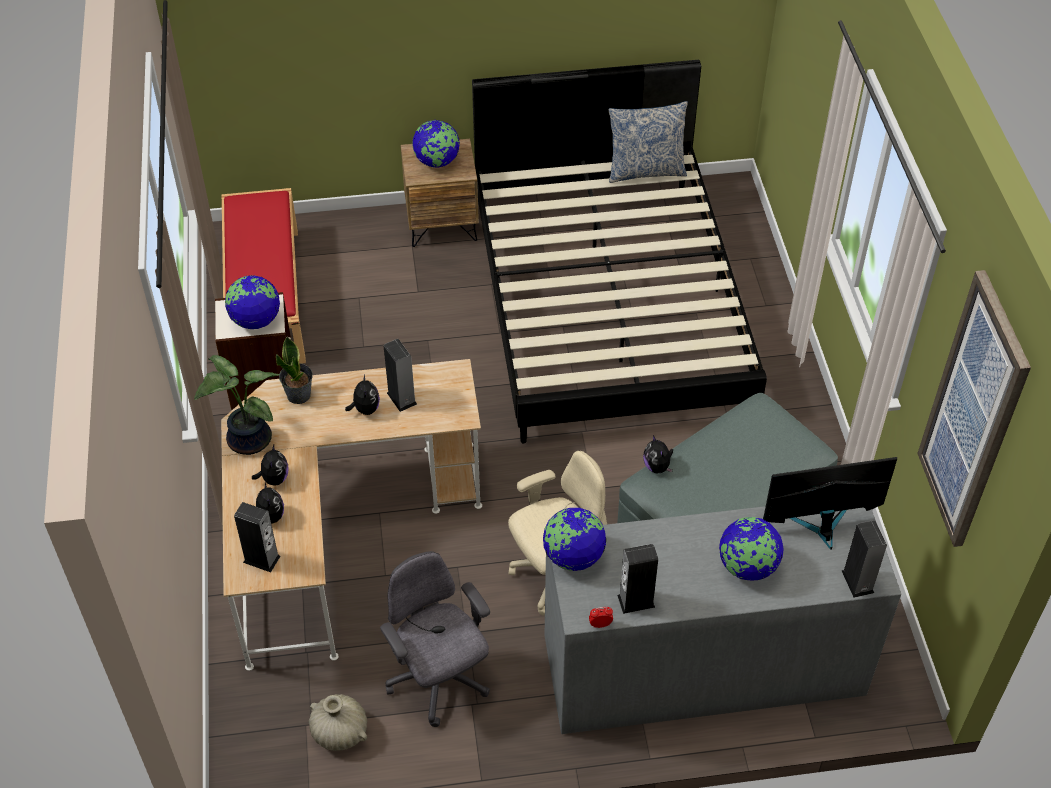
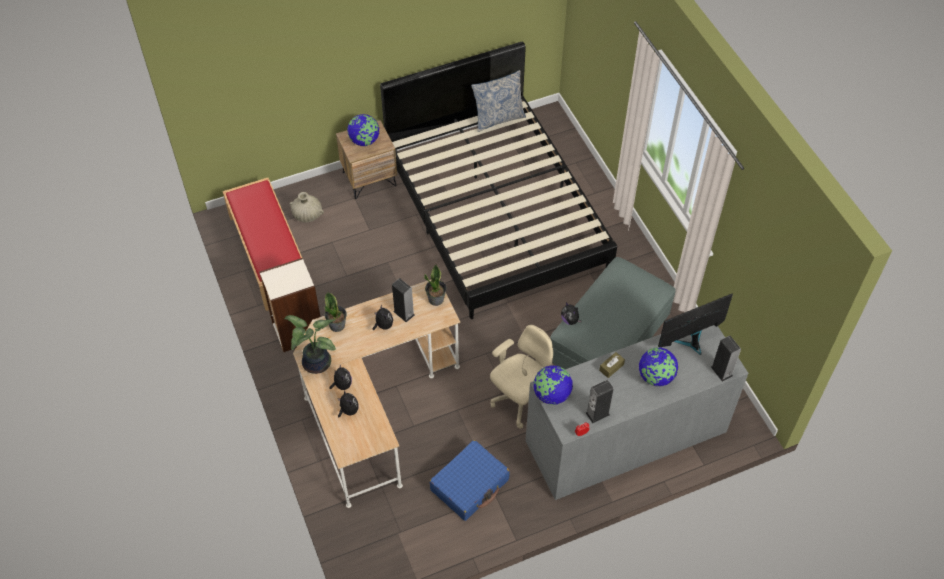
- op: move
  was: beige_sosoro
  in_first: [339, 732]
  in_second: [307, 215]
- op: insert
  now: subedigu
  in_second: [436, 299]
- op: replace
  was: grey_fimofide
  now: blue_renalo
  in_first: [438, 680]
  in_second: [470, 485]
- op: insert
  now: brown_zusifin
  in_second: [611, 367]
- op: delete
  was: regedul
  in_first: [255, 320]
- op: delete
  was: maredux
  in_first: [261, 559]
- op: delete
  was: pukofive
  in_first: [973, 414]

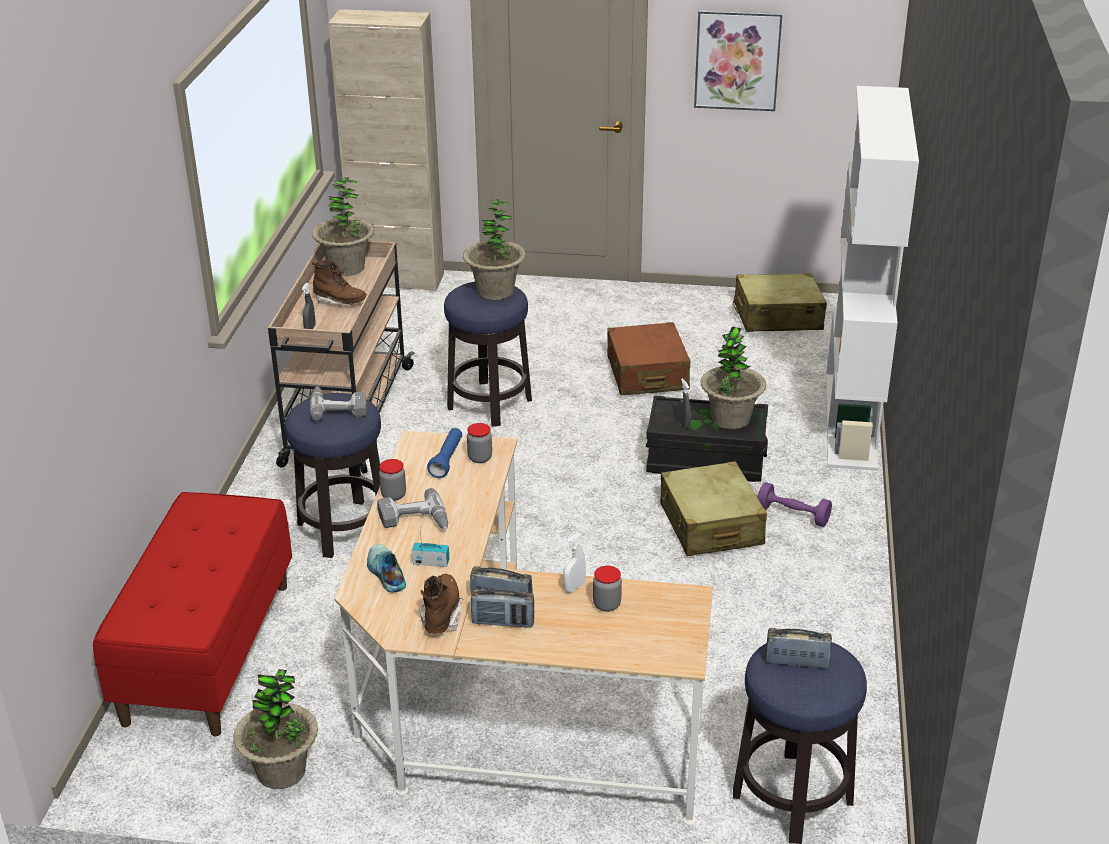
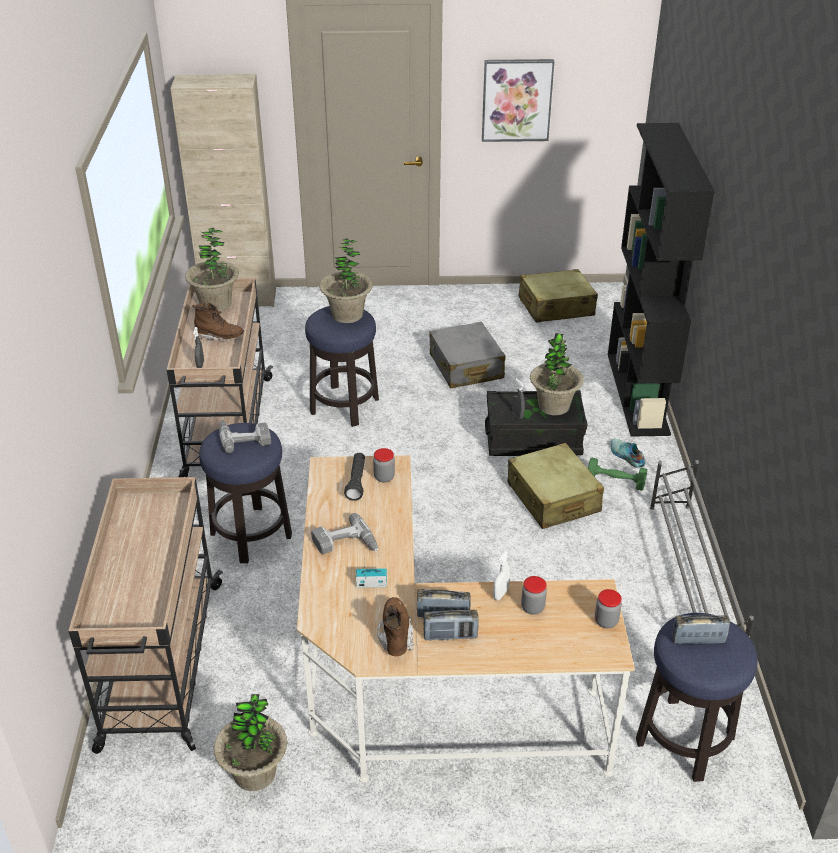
- op: replace
  was: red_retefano
  now: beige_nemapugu
  in_first: [207, 651]
  in_second: [161, 665]
- op: recolor
  was: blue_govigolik
  now: black_govigolik
  in_first: [447, 460]
  in_second: [356, 482]
- op: recolor
  was: brown_renalo
  now: grey_renalo
  in_first: [647, 374]
  in_second: [466, 367]
- op: recolor
  was: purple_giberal
  now: green_giberal
  in_first: [793, 515]
  in_second: [615, 482]
- op: move
  was: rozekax
  in_first: [393, 495]
  in_second: [606, 621]
- op: recolor
  was: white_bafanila
  now: black_bafanila
  in_first: [852, 421]
  in_second: [638, 393]
- op: move
  was: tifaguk
  in_first: [385, 573]
  in_second: [626, 456]
- op: insert
  now: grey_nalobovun
  in_second: [691, 581]

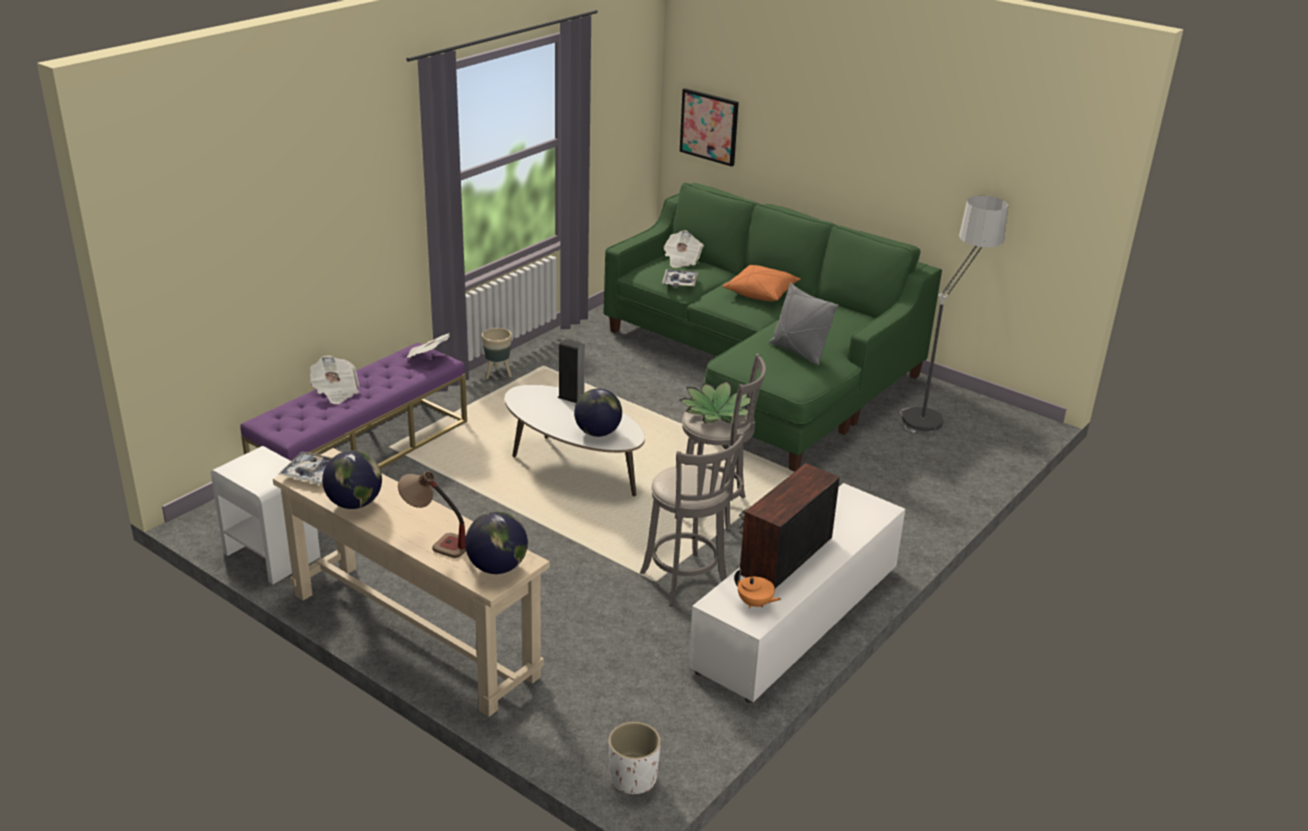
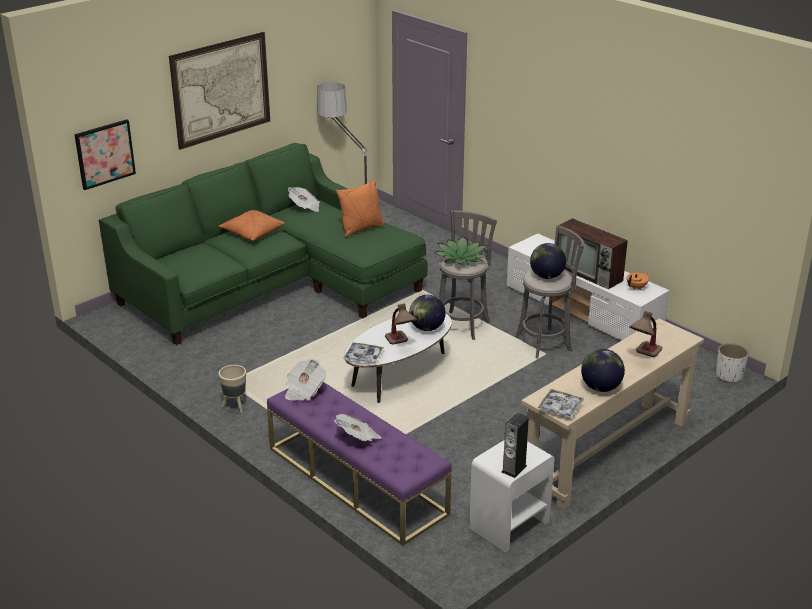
- op: insert
  now: pukofive
  in_second: [221, 89]
- op: move
  was: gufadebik
  in_first: [682, 260]
  in_second: [305, 207]
- op: recolor
  was: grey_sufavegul
  now: orange_sufavegul
  in_first: [799, 352]
  in_second: [361, 229]
- op: move
  was: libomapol
  in_first: [679, 282]
  in_second: [363, 357]
- op: insert
  now: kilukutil
  in_second: [401, 344]
- op: move
  was: maredux
  in_first: [571, 397]
  in_second: [514, 469]
- op: move
  was: regedul
  in_first: [497, 567]
  in_second: [546, 276]

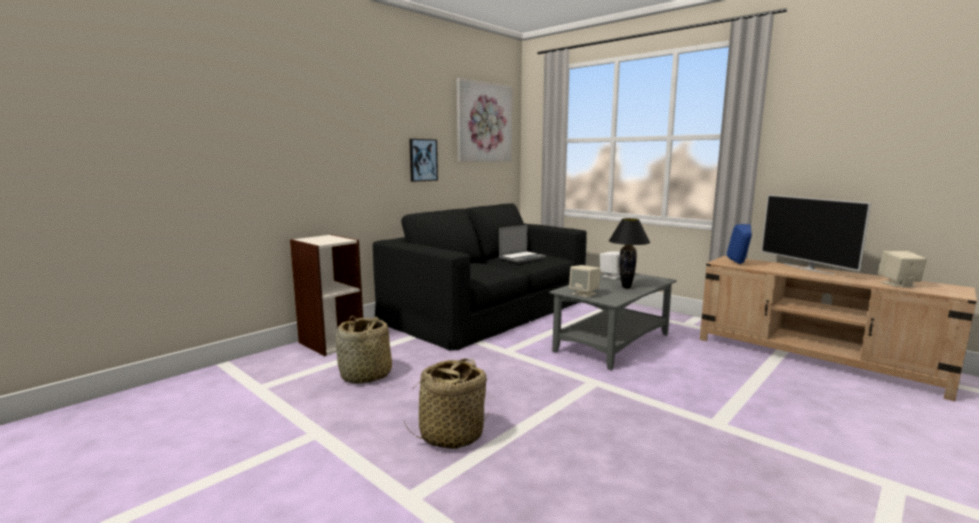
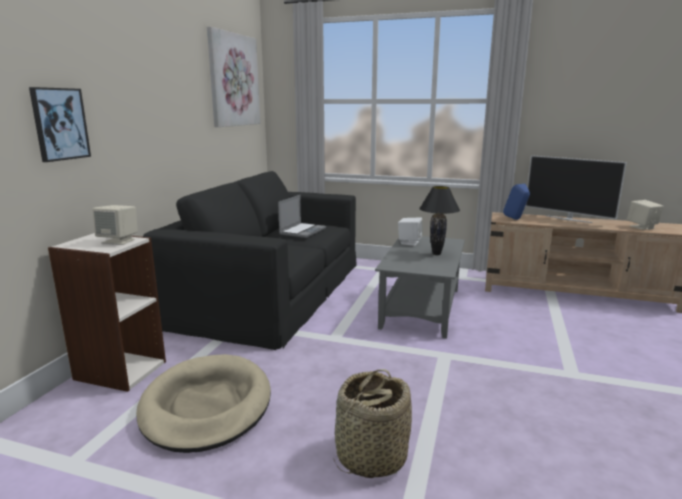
- op: move
  was: pukofive
  in_first: [423, 160]
  in_second: [60, 124]
- op: move
  was: beige_maredux
  in_first: [584, 294]
  in_second: [119, 241]
- op: replace
  was: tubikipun
  now: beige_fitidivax
  in_first: [365, 375]
  in_second: [206, 406]

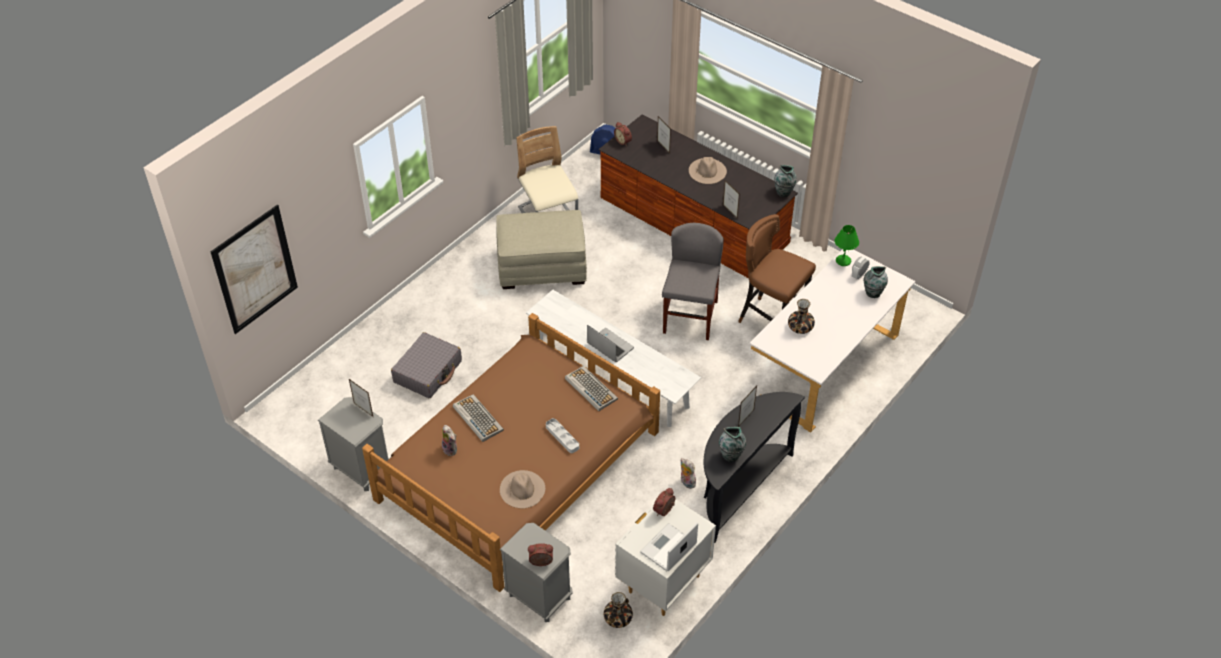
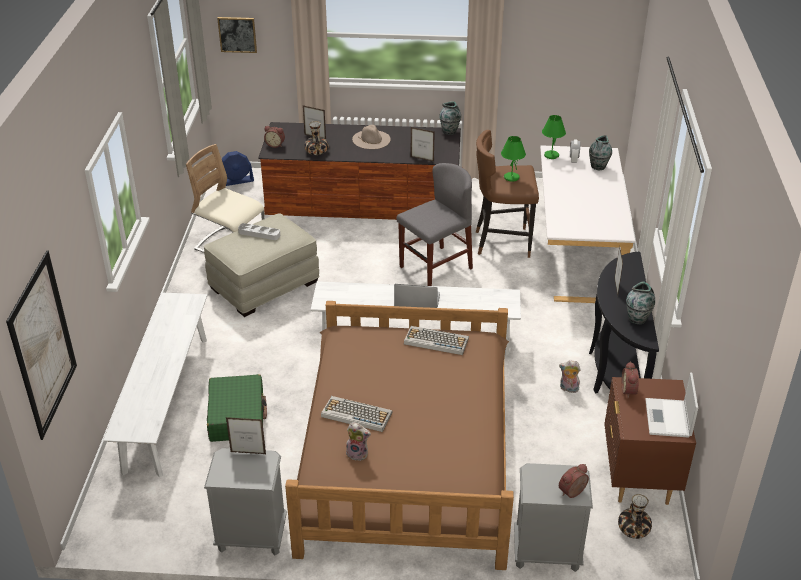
- op: insert
  now: white_retefano
  in_second: [166, 402]
- op: recolor
  was: grey_renalo
  now: green_renalo
  in_first: [428, 372]
  in_second: [237, 416]
- op: insert
  now: pukofive
  in_second: [237, 34]
- op: move
  was: grey_libomapol
  in_first: [562, 437]
  in_second: [259, 234]
- op: move
  was: sosoro
  in_first: [800, 327]
  in_second: [316, 152]
- op: rotate
  was: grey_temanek
  in_first: [690, 317]
  in_second: [435, 267]
  clockwise: 75
- op: insert
  now: green_kilukutil
  in_second: [511, 177]
- op: recolor
  was: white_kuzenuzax
  now: brown_kuzenuzax
  in_first: [663, 583]
  in_second: [638, 478]
- op: delete
  was: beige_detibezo
  in_first: [522, 489]

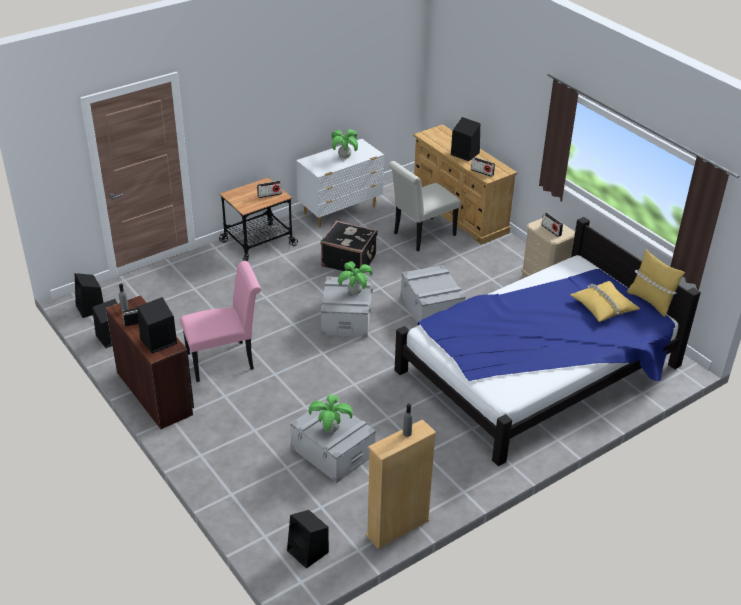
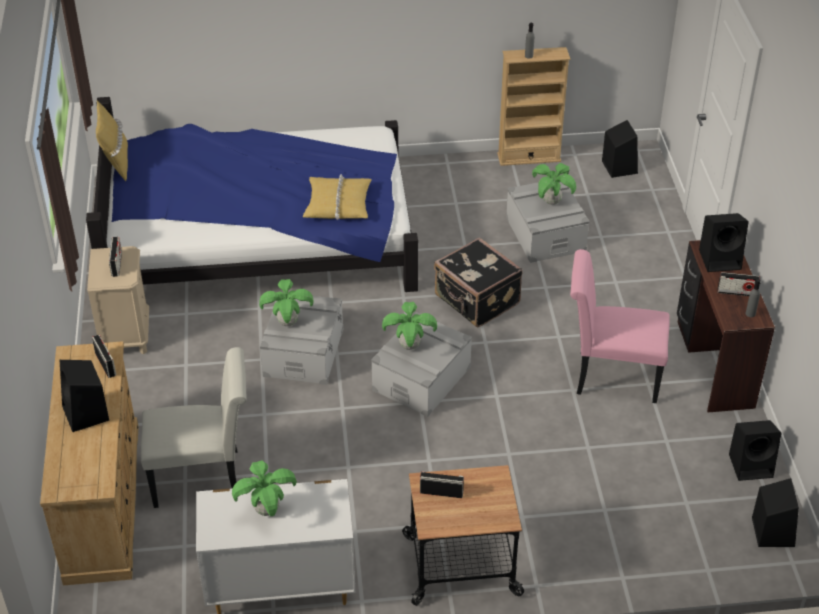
- op: insert
  now: subedigu
  in_second: [287, 322]
- op: move
  was: yellow_sufavegul
  in_first: [603, 306]
  in_second: [338, 204]
- op: move
  was: black_renalo
  in_first: [349, 260]
  in_second: [476, 301]

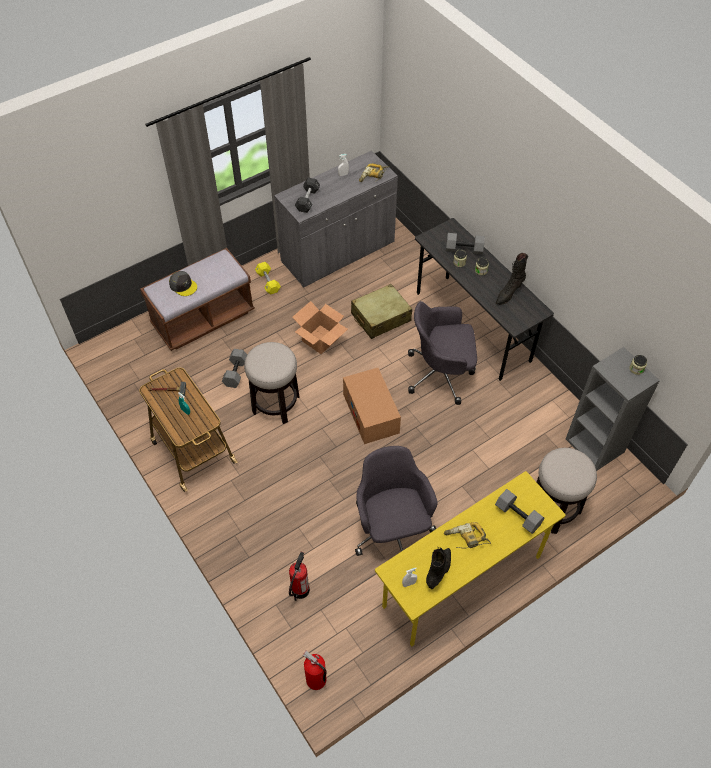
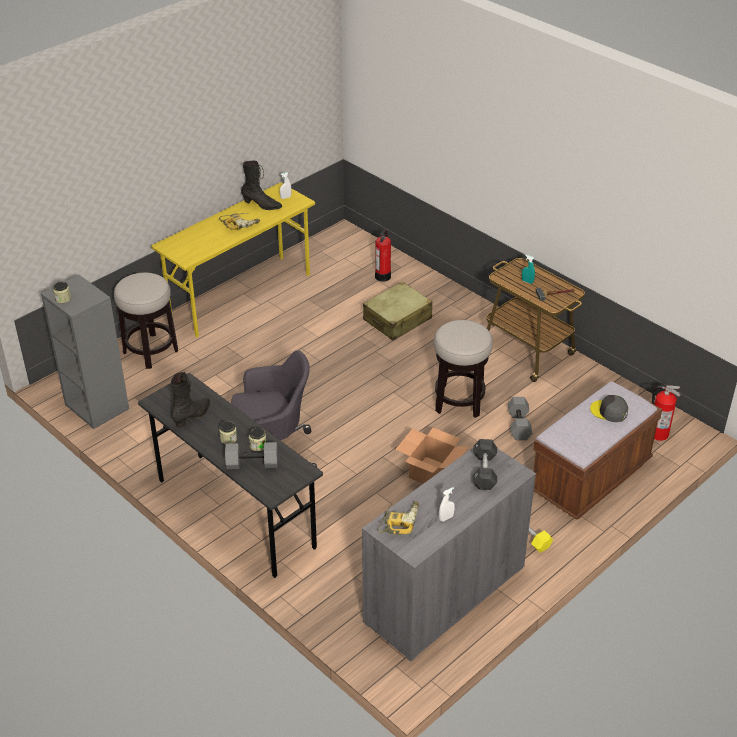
- op: rotate
  was: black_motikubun
  in_first: [439, 571]
  in_second: [262, 205]
  clockwise: -90
- op: move
  was: beige_renalo
  in_first: [380, 317]
  in_second: [397, 319]
- op: move
  was: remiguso
  in_first: [316, 680]
  in_second: [658, 433]
- op: delete
  was: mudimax
  in_first: [371, 413]
- op: delete
  was: grey_fimofide
  in_first: [392, 529]
- op: delete
  was: grey_giberal
  in_first: [518, 515]

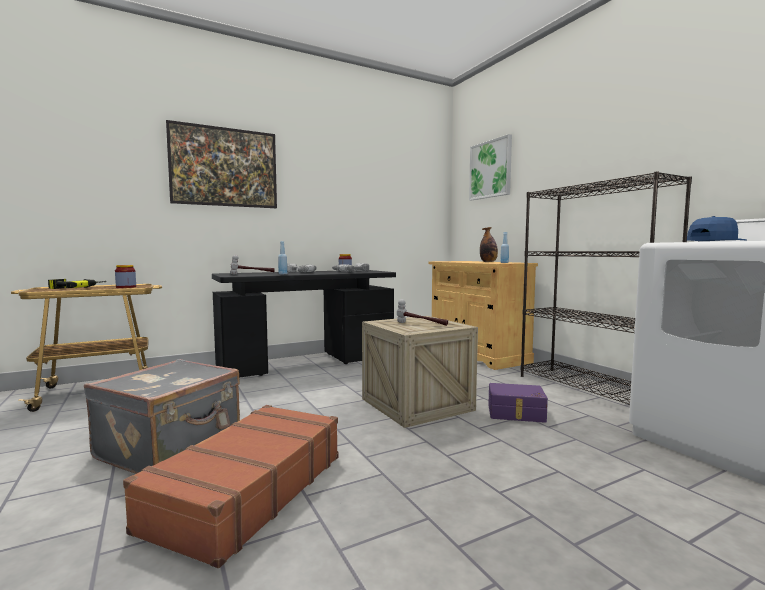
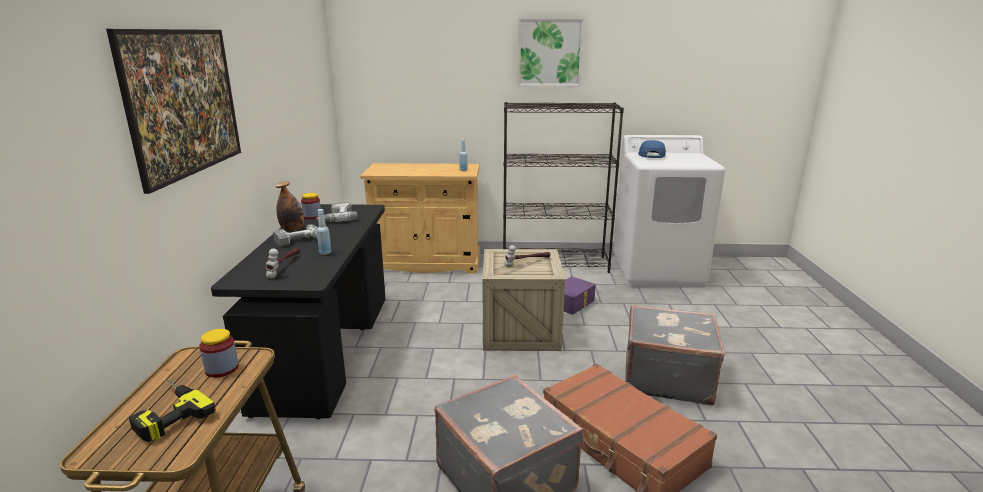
- op: move
  was: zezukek
  in_first: [488, 262]
  in_second: [292, 230]
- op: move
  was: pukofive
  in_first: [490, 169]
  in_second: [549, 53]
- op: insert
  now: grey_renalo
  in_second: [666, 377]

